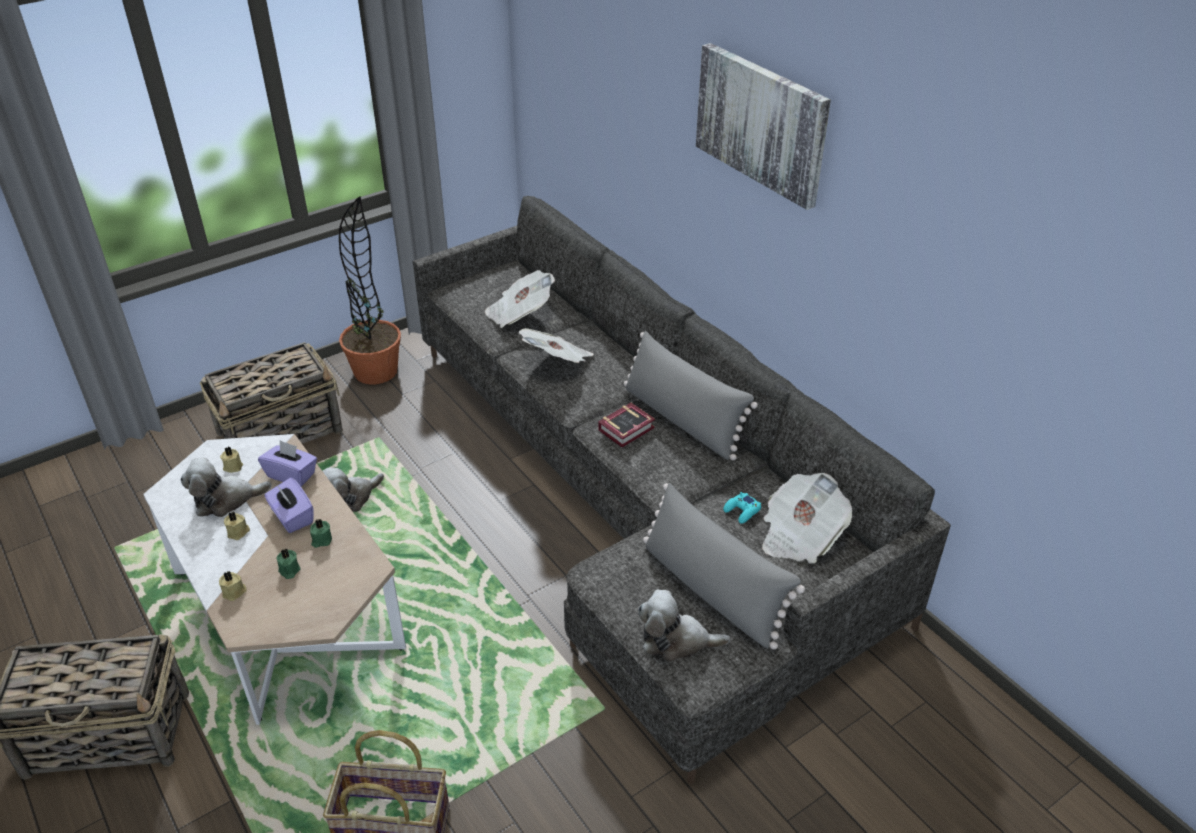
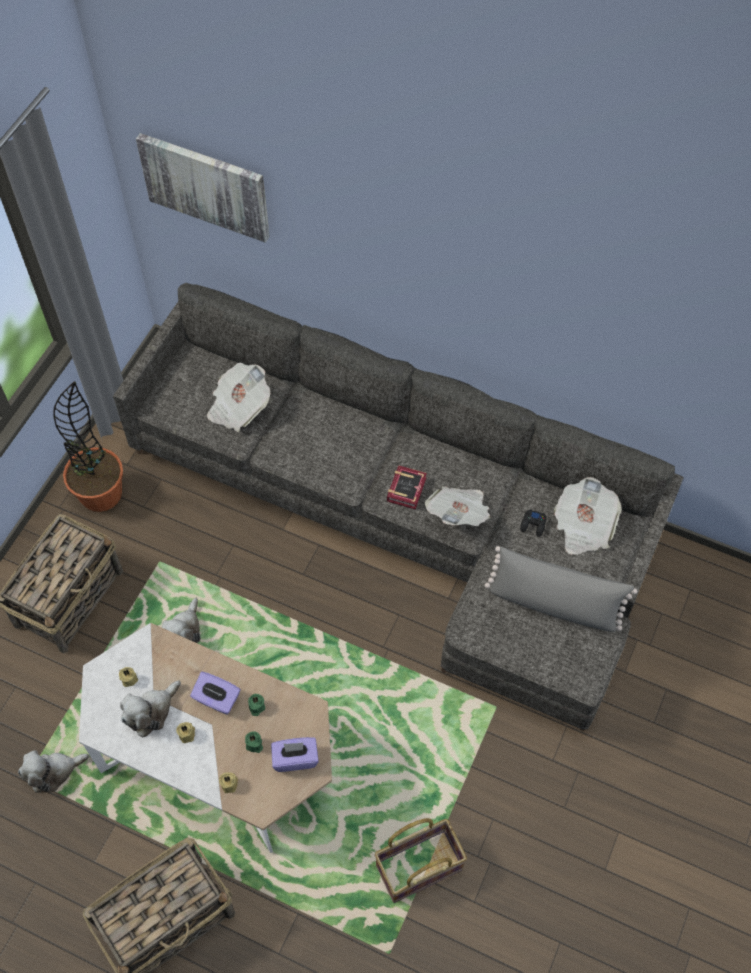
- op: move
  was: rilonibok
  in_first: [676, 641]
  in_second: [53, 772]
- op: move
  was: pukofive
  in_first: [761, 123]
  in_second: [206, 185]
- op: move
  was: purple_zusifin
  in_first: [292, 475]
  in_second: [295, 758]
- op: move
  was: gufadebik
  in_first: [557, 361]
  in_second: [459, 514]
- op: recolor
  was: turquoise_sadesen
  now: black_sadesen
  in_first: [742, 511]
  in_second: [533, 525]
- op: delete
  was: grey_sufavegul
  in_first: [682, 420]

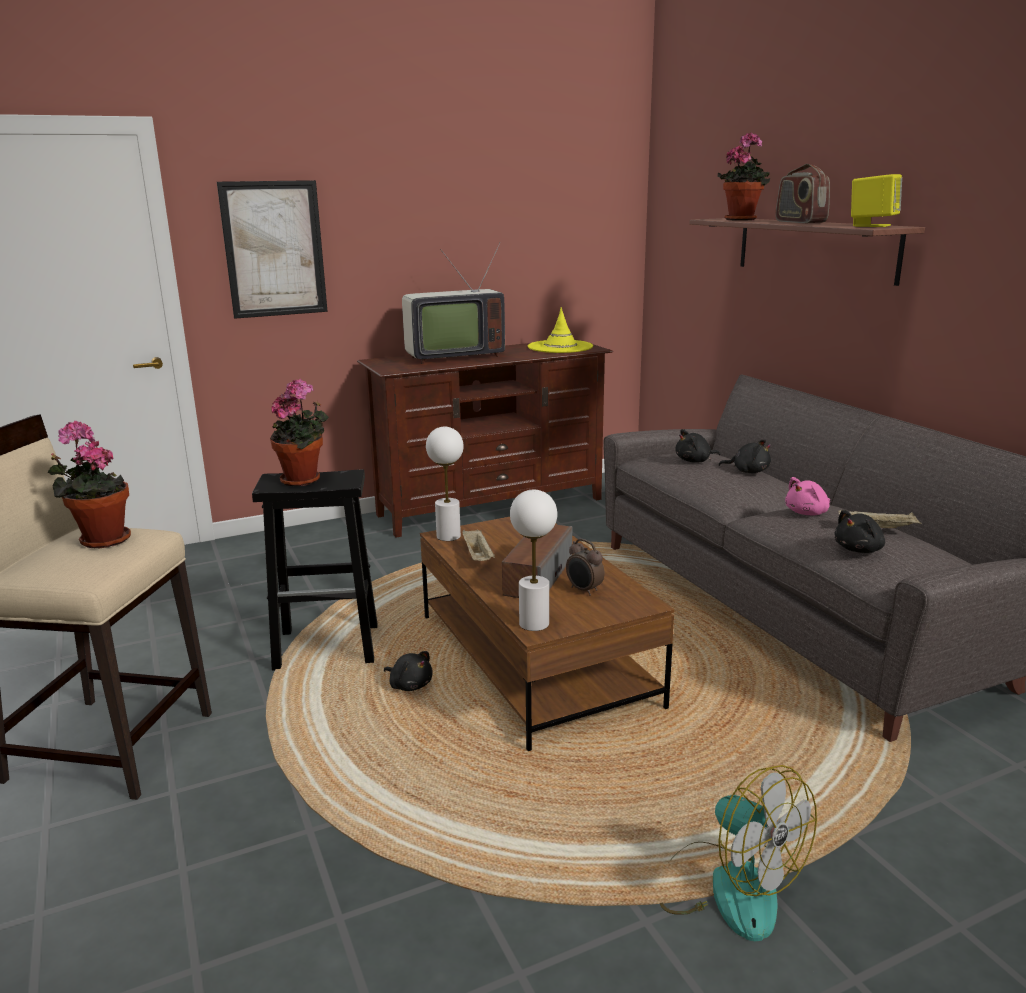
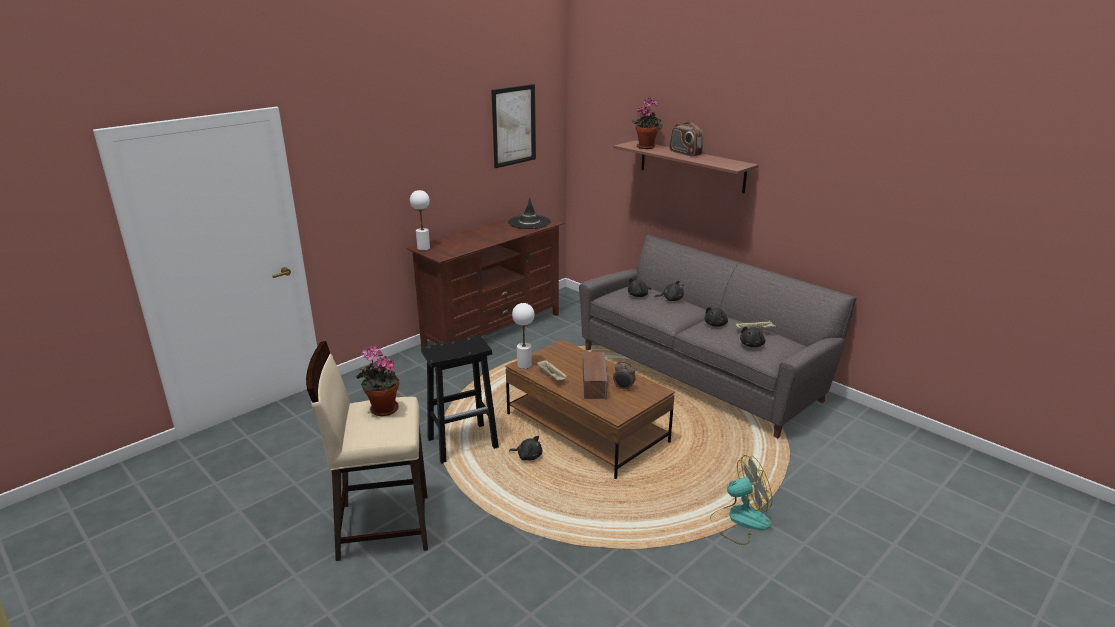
- op: move
  was: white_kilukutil
  in_first: [534, 623]
  in_second: [423, 248]
- op: move
  was: pukofive
  in_first: [274, 249]
  in_second: [514, 126]
- op: recolor
  was: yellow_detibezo
  now: black_detibezo
  in_first: [560, 347]
  in_second: [529, 222]
- op: recolor
  was: pink_rilonibok
  now: black_rilonibok
  in_first: [808, 513]
  in_second: [716, 324]
- op: rotate
  was: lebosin
  in_first: [728, 887]
  in_second: [739, 520]
  clockwise: -45
- op: delete
  was: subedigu
  in_first: [304, 480]
- op: delete
  was: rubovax
  in_first: [452, 356]
- op: delete
  was: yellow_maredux
  in_first: [872, 226]

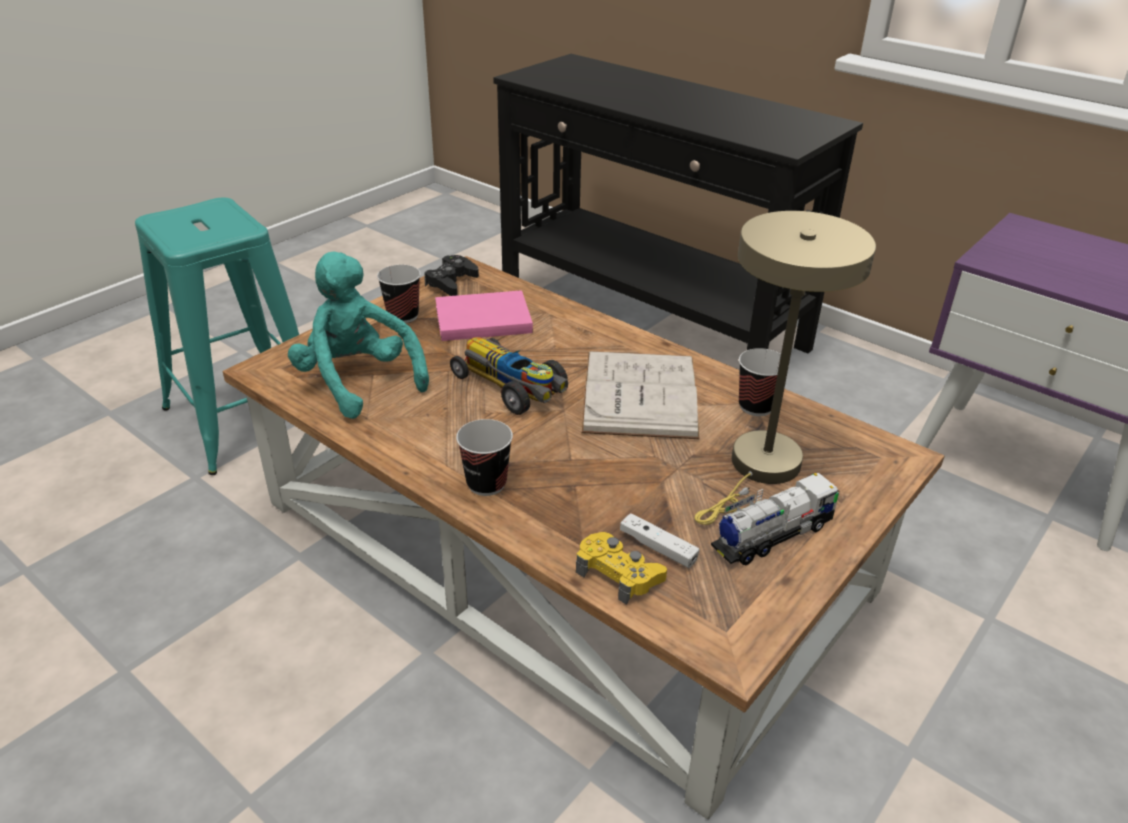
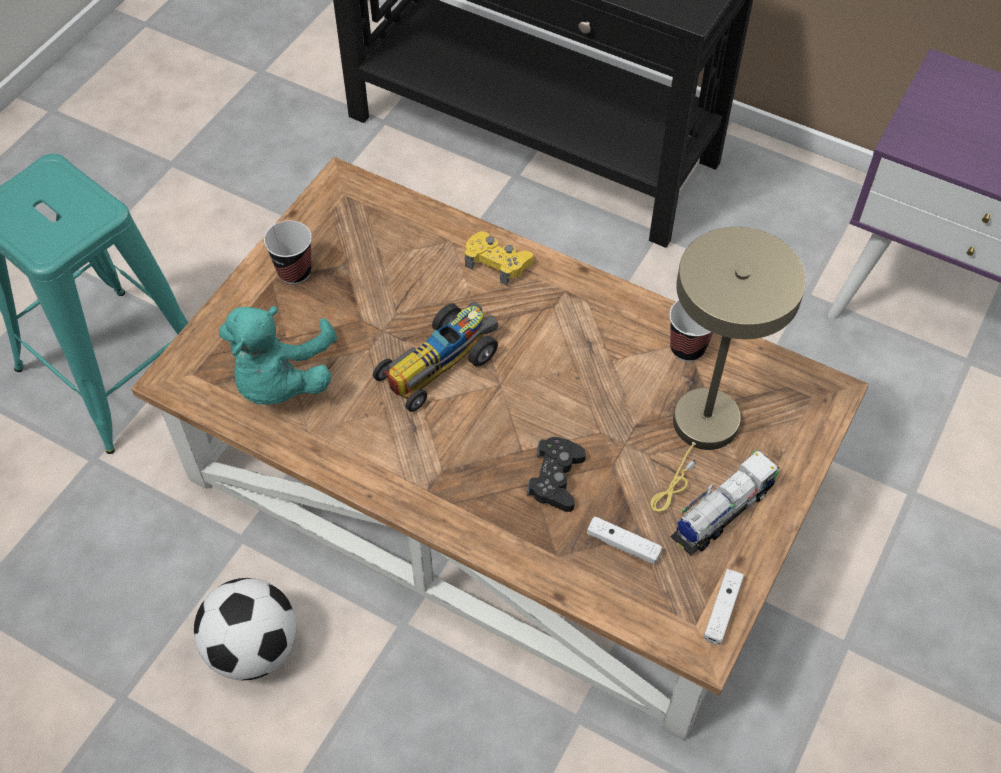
- op: insert
  now: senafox
  in_second: [253, 648]
- op: rotate
  was: turquoise_rilonibok
  in_first: [358, 381]
  in_second: [280, 380]
  clockwise: -120
- op: rotate
  was: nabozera
  in_first: [512, 387]
  in_second: [440, 362]
  clockwise: -75
- op: move
  was: yellow_sadesen
  in_first: [618, 573]
  in_second: [497, 262]
- op: move
  was: black_sadesen
  in_first: [451, 282]
  in_second: [556, 479]
- op: insert
  now: white_sadesen
  in_second: [722, 610]
- op: delete
  was: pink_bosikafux
  in_first: [480, 319]
- op: delete
  was: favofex
  in_first: [486, 483]
- op: delete
  was: white_bosikafux
  in_first: [640, 394]

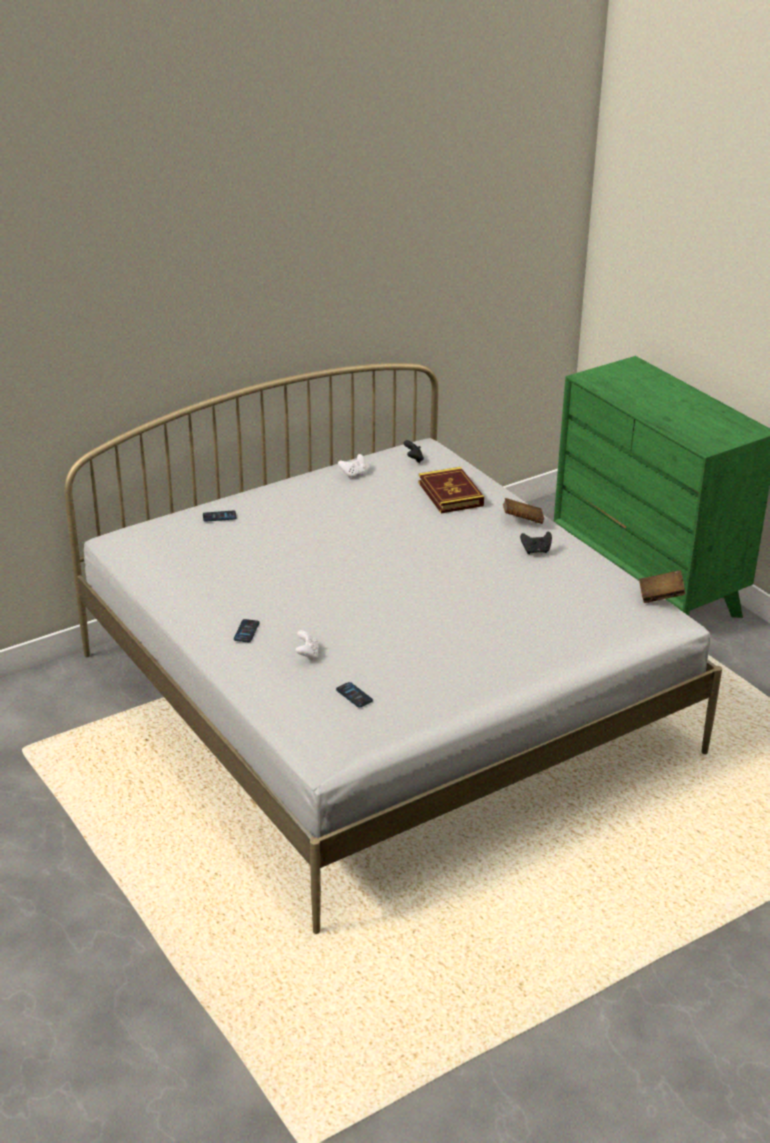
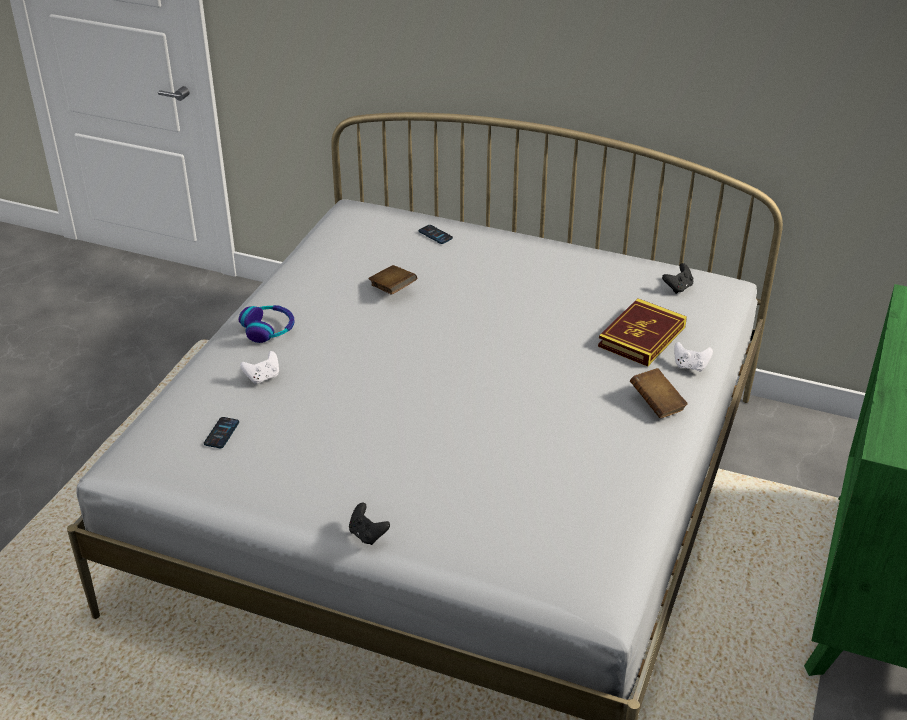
- op: replace
  was: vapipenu
  now: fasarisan
  in_first: [246, 631]
  in_second: [268, 329]
- op: move
  was: black_sadesen
  in_first: [536, 551]
  in_second: [367, 535]
- op: move
  was: brown_bosikafux
  in_first: [660, 596]
  in_second: [393, 289]
- op: move
  was: white_sadesen
  in_first: [353, 474]
  in_second: [690, 366]

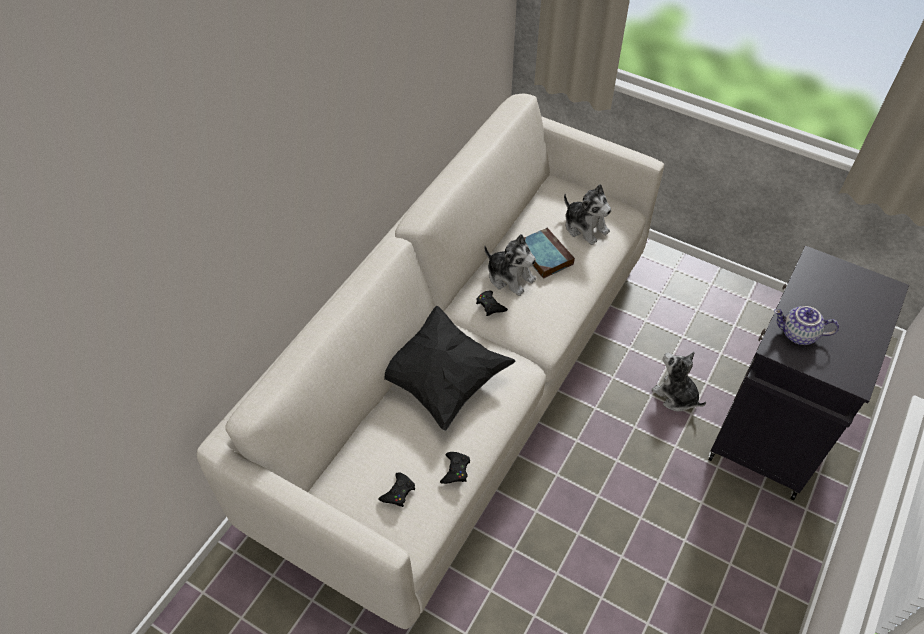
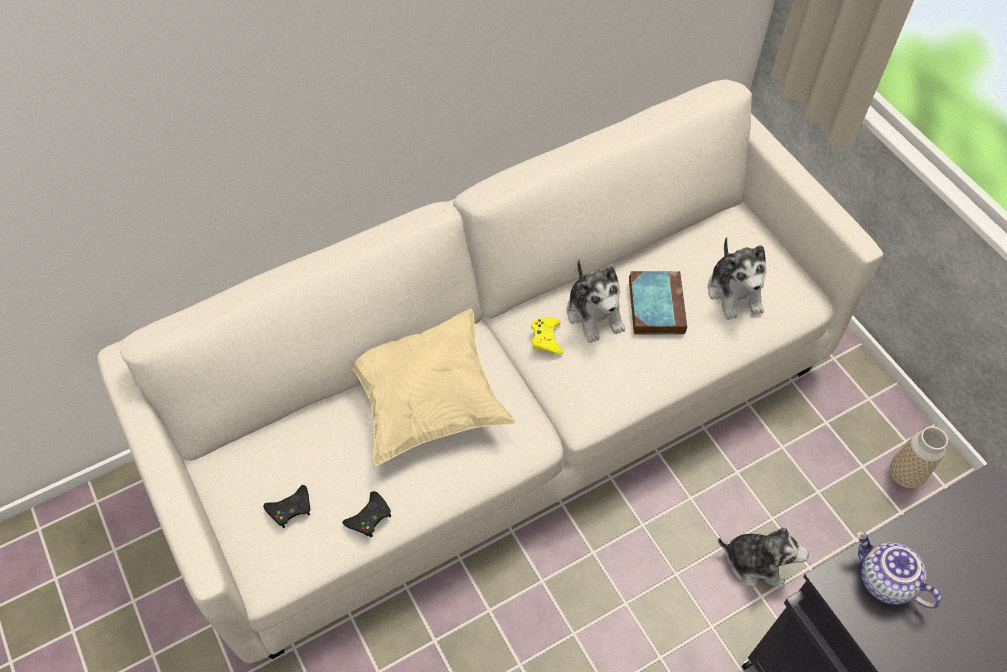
- op: recolor
  was: black_sufavegul
  now: beige_sufavegul
  in_first: [441, 379]
  in_second: [428, 400]
- op: recolor
  was: black_sadesen
  now: yellow_sadesen
  in_first: [490, 305]
  in_second: [546, 338]
- op: rotate
  was: rilonibok
  in_first: [675, 395]
  in_second: [756, 562]
  clockwise: 120
- op: insert
  now: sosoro
  in_second: [904, 475]

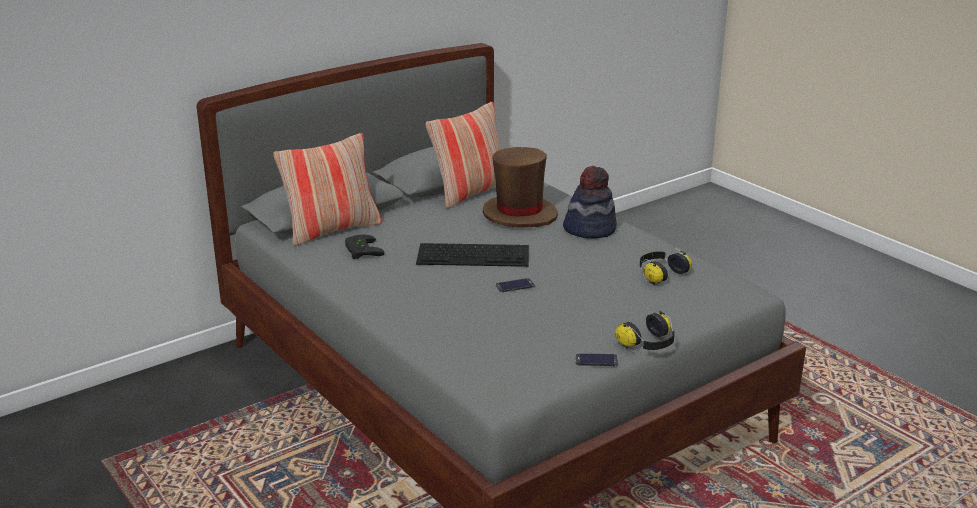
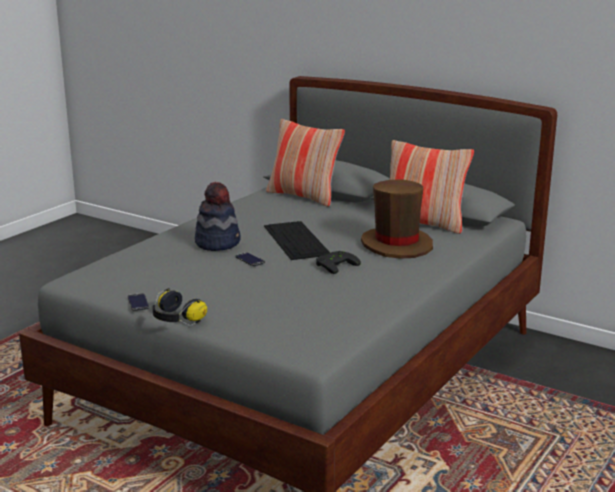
- op: move
  was: detibezo
  in_first: [590, 229]
  in_second: [218, 243]
- op: move
  was: black_sadesen
  in_first: [360, 250]
  in_second: [335, 264]
- op: delete
  was: fasarisan
  in_first: [660, 274]

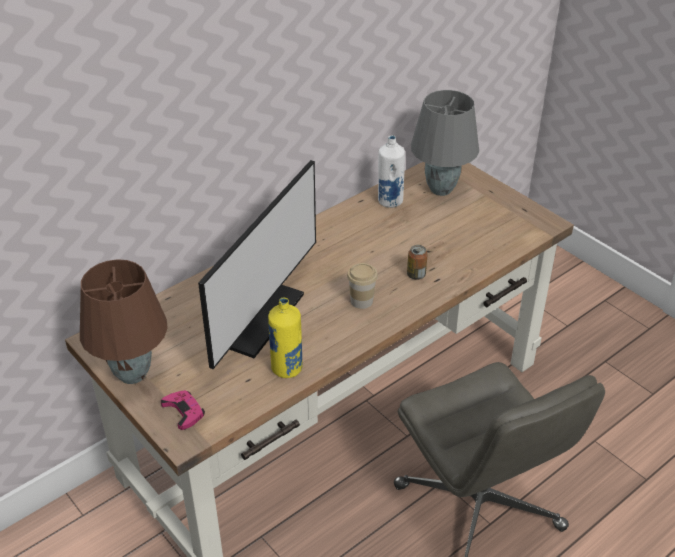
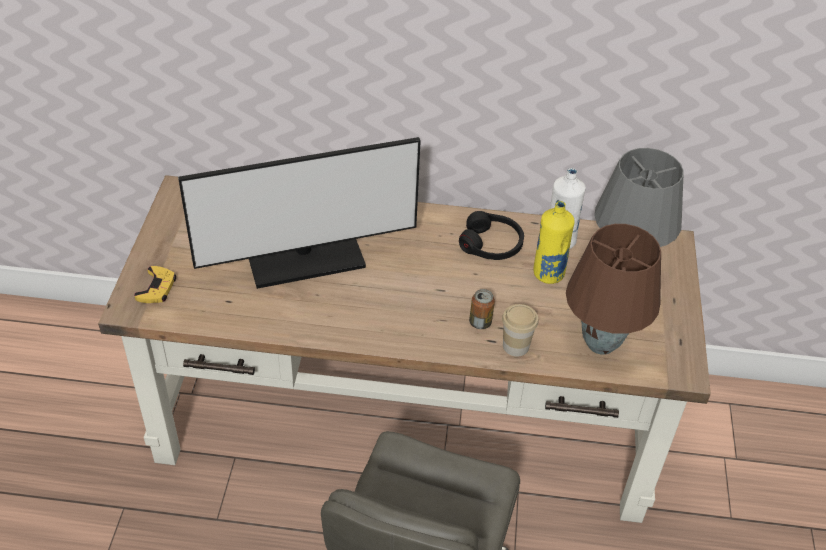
- op: recolor
  was: pink_sadesen
  now: yellow_sadesen
  in_first: [184, 411]
  in_second: [157, 288]
- op: insert
  now: black_fasarisan
  in_second: [491, 244]
- op: move
  was: favofex
  in_first: [361, 301]
  in_second: [515, 346]
- op: move
  was: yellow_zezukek
  in_first: [287, 368]
  in_second: [548, 274]
- op: move
  was: brown_kilukutil
  in_first: [133, 374]
  in_second: [602, 344]

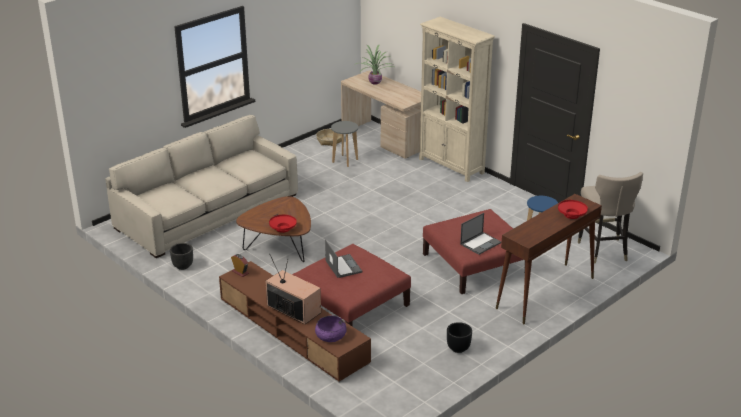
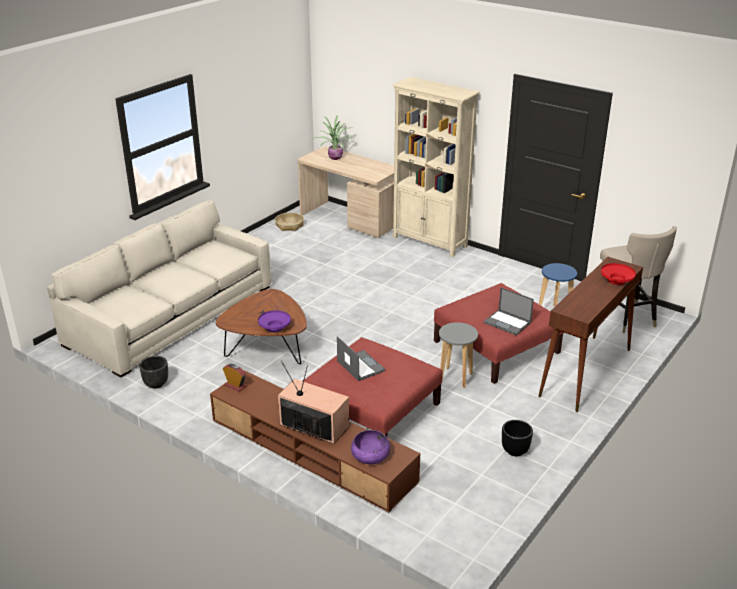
- op: recolor
  was: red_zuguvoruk
  now: purple_zuguvoruk
  in_first: [283, 228]
  in_second: [275, 327]
- op: move
  was: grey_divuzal
  in_first: [345, 161]
  in_second: [455, 378]
- op: rotate
  was: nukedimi
  in_first: [480, 243]
  in_second: [508, 322]
  clockwise: 90

